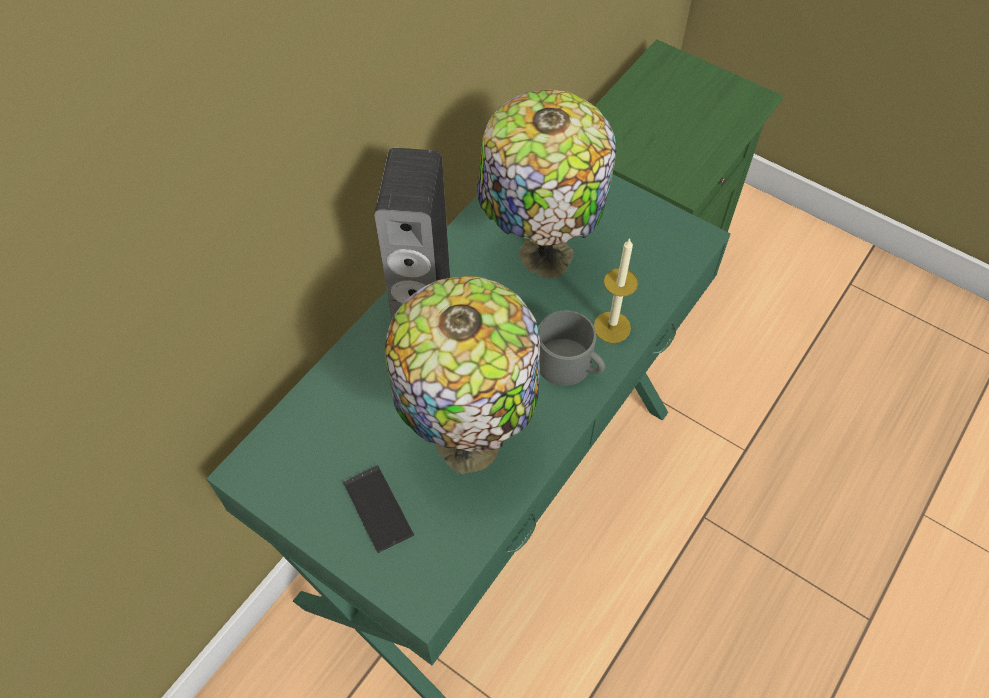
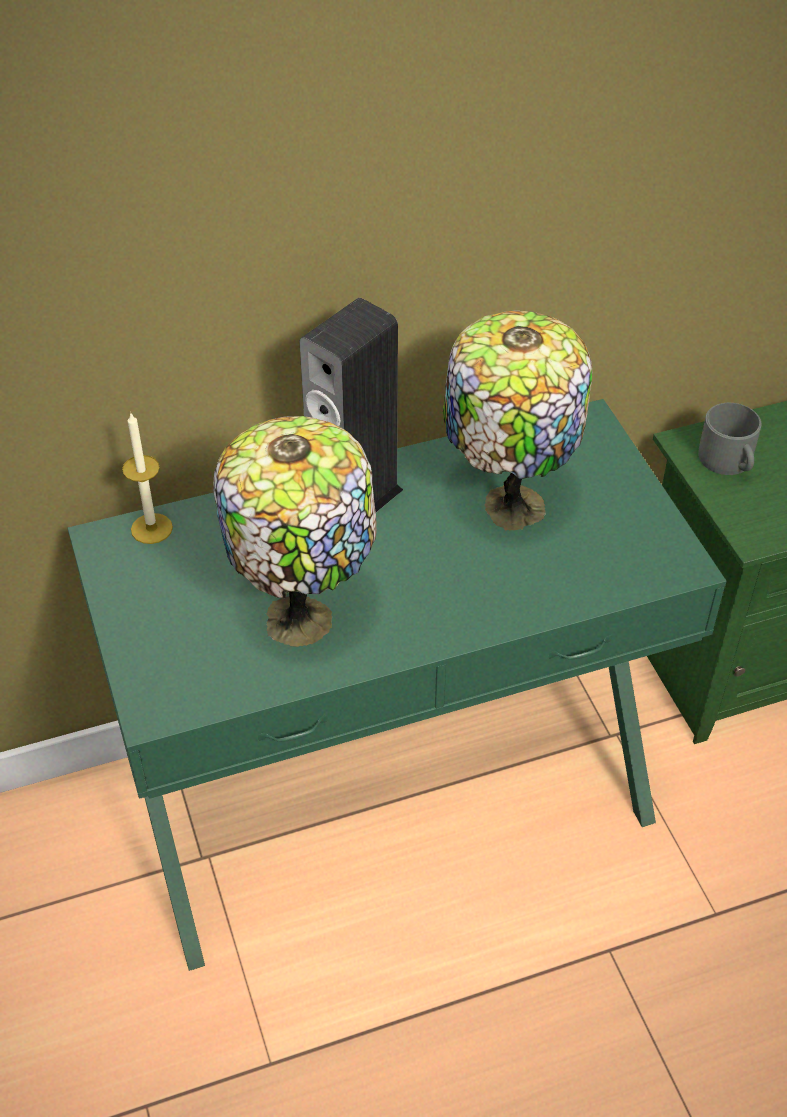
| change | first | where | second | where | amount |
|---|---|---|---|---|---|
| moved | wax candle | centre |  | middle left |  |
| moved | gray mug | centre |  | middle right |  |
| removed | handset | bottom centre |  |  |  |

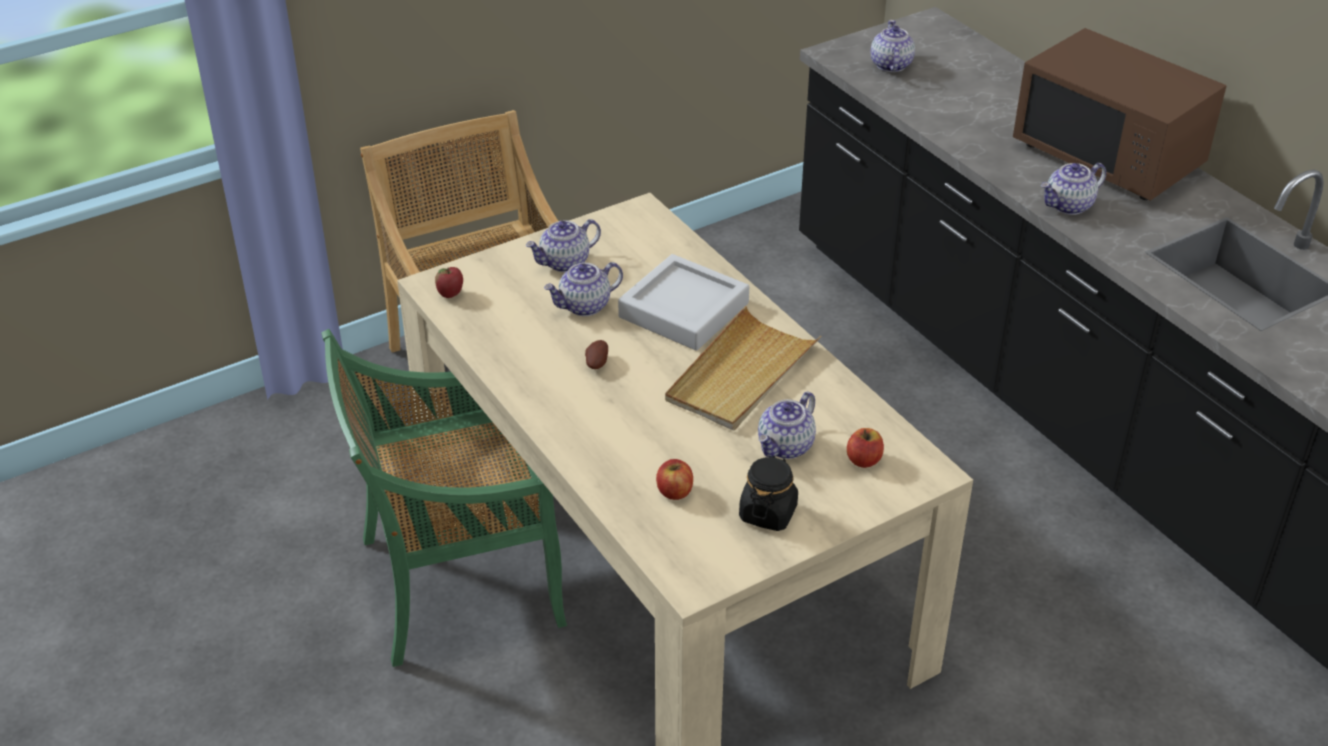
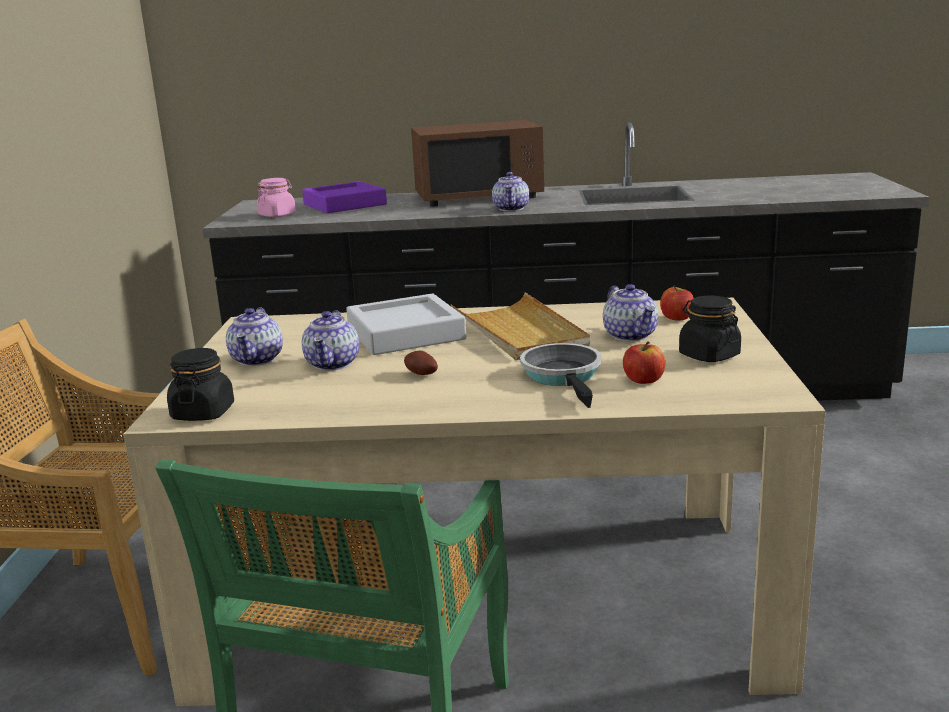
| change | first | where | second | where | amount |
|---|---|---|---|---|---|
| replaced | tea pot (4th from left) | top right | pinkish storage jar | top left |  |
| replaced | apple (1st from left) | centre | black-coloured storage jar (1st from left) | middle left |  |
| added |  |  | purple carrying tray | top centre |  |
| added |  |  | skillet | centre |  |

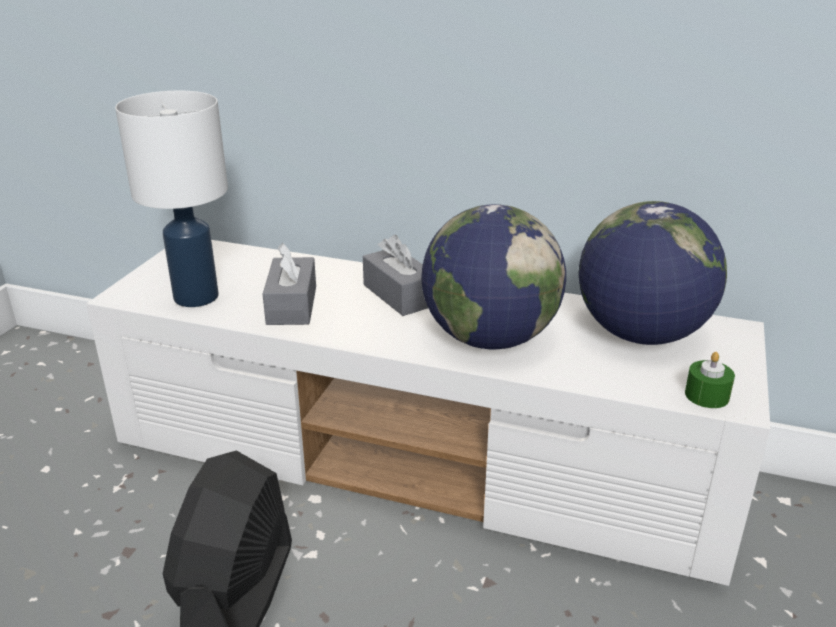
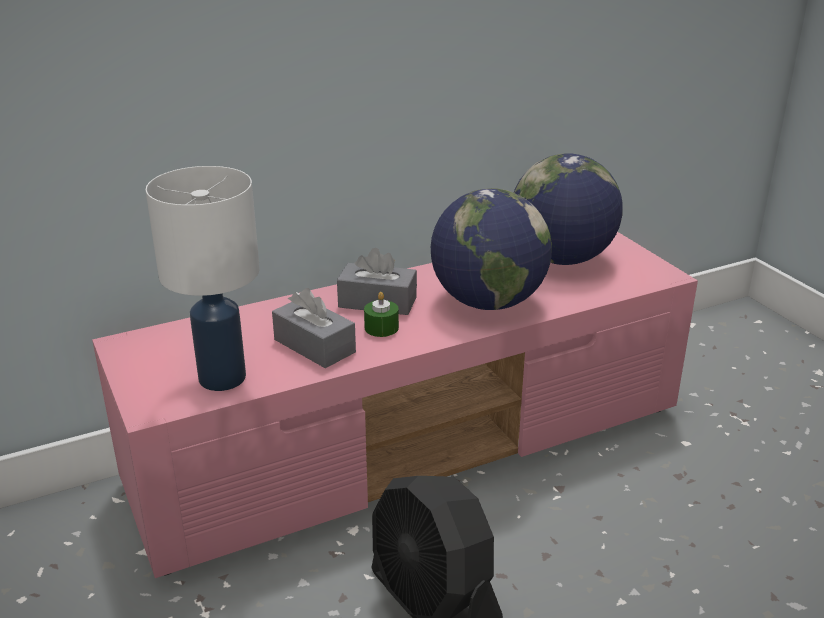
| change | first | where | second | where | amount |
|---|---|---|---|---|---|
| recoloured | whitish tv unit | centre | pinkish tv unit | centre |  |
| moved | greenish wax candle | middle right |  | centre |  |

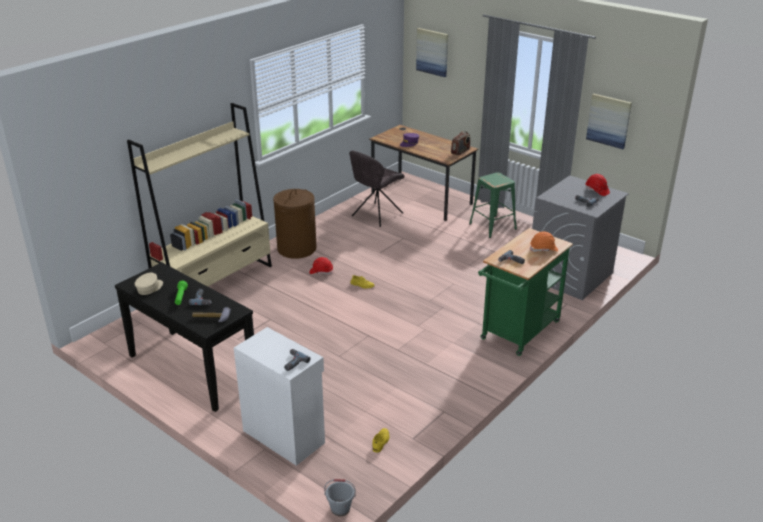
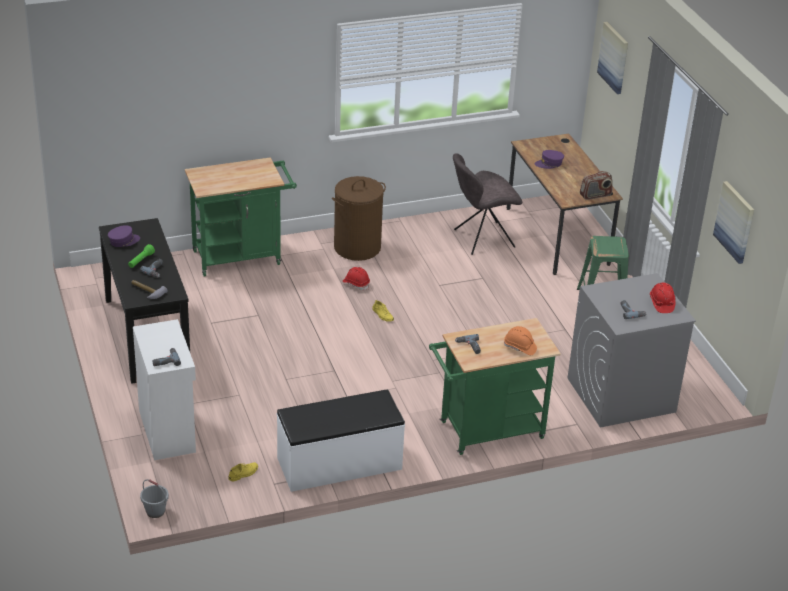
| change | first | where | second | where | amount |
|---|---|---|---|---|---|
| replaced | sand-coloured bookshelf | middle left | greenish wheeled cart (1st from left) | middle left |  |
| recoloured | sand-coloured baseball cap | middle left | purple baseball cap (1st from left) | middle left |  |
| added |  |  | whitish indoor bench | bottom centre |  |

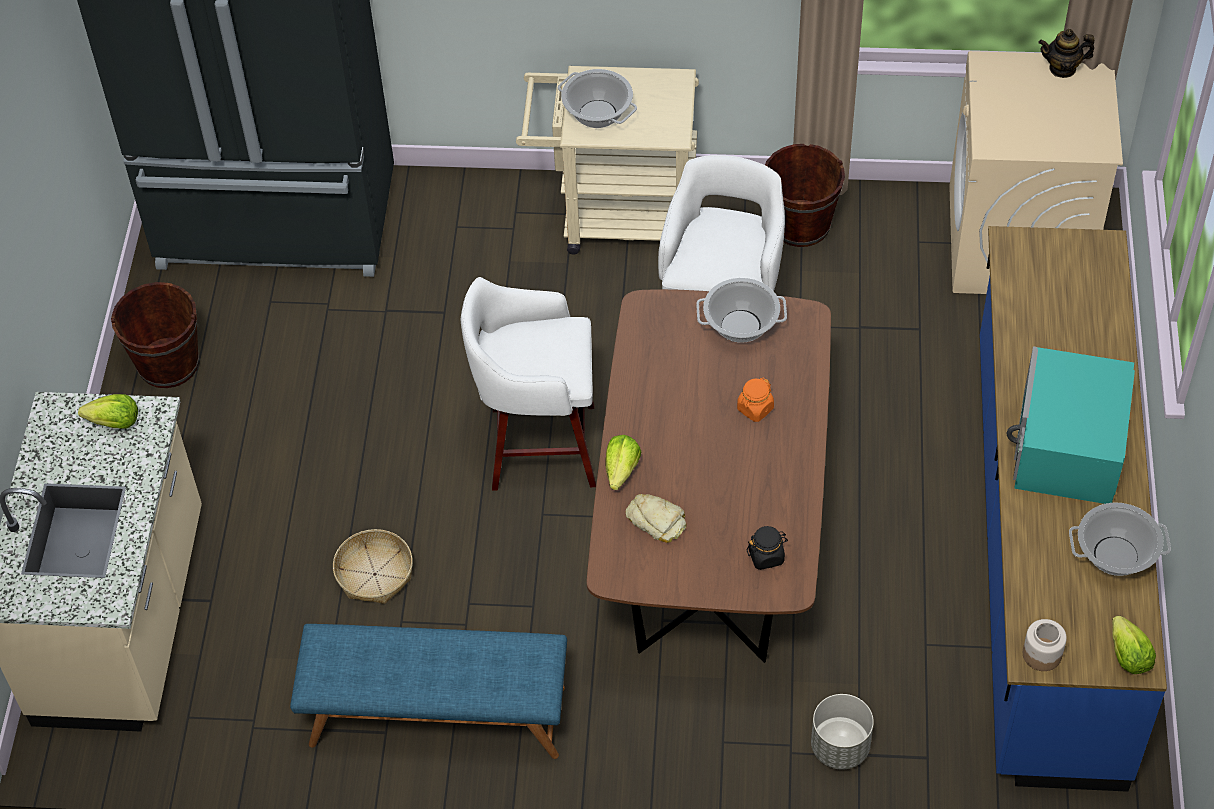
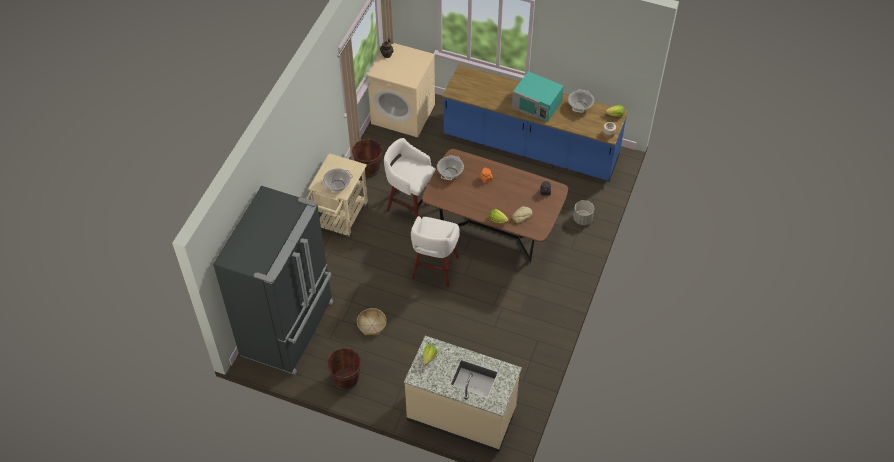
| change | first | where | second | where | amount |
|---|---|---|---|---|---|
| moved | storage basket | bottom left |  | bottom centre |  |
| removed | bluish indoor bench | bottom centre |  |  |  |

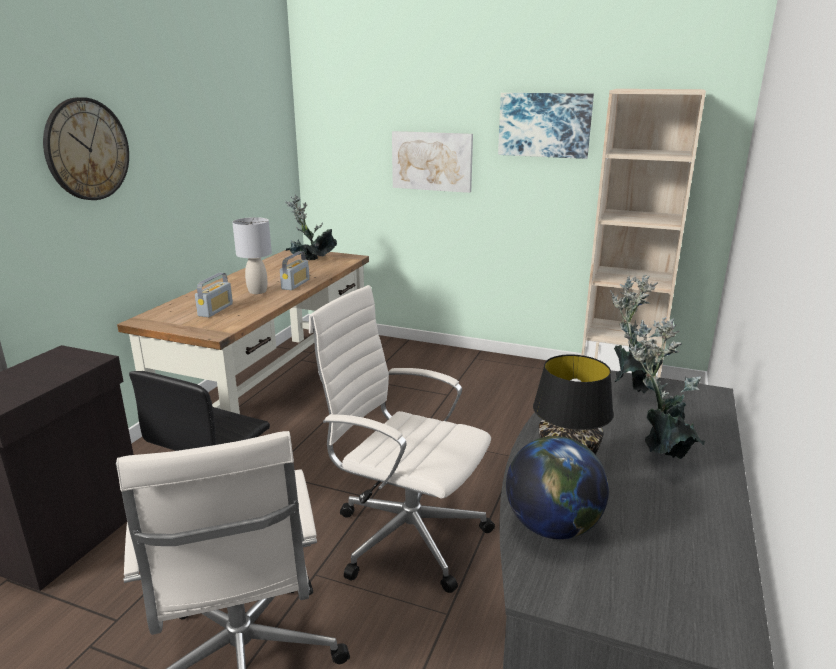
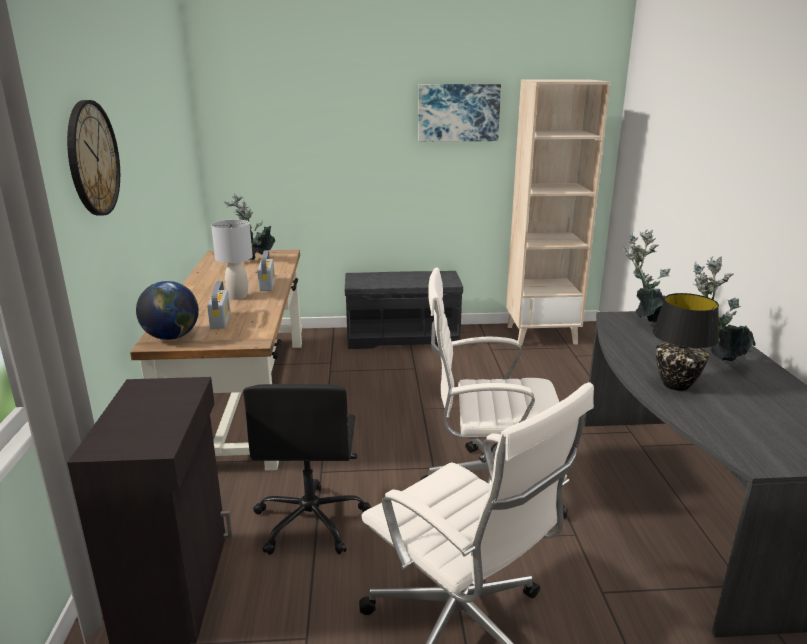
| change | first | where | second | where | amount |
|---|---|---|---|---|---|
| removed | wall art (1st from left) | top centre |  |  |  |
| moved | world globe | bottom centre |  | middle left |  |
| added |  |  | gray indoor bench | centre |  |

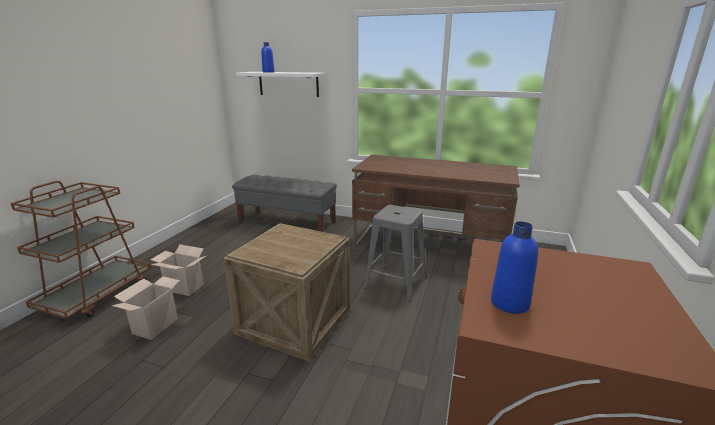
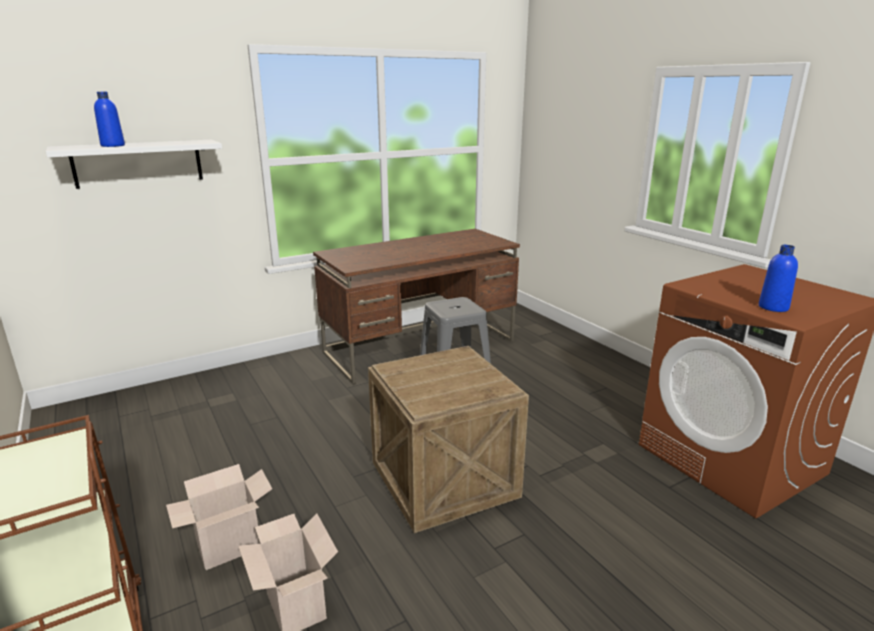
| change | first | where | second | where | amount |
|---|---|---|---|---|---|
| removed | gray indoor bench | centre |  |  |  |

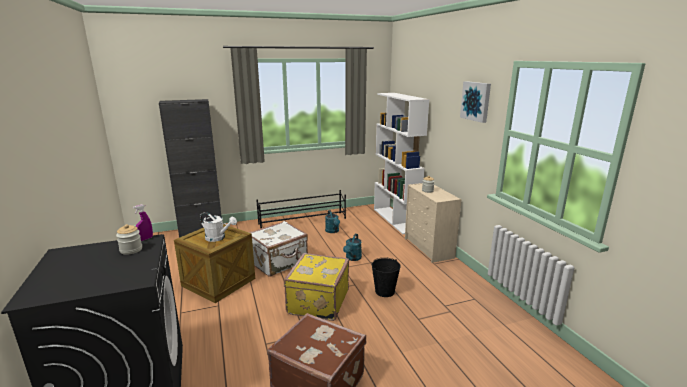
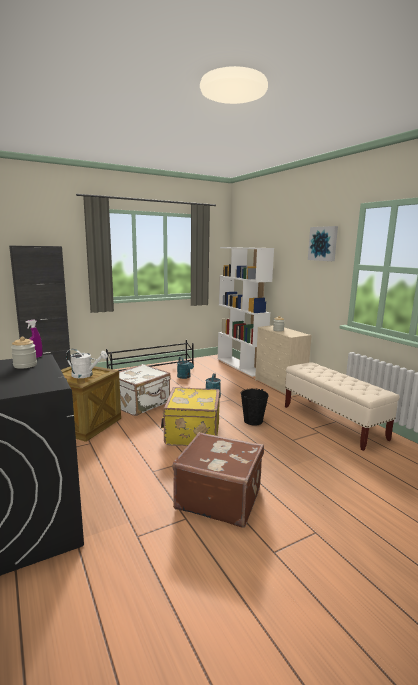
| change | first | where | second | where | amount |
|---|---|---|---|---|---|
| added |  |  | sand-coloured indoor bench | middle right |  |

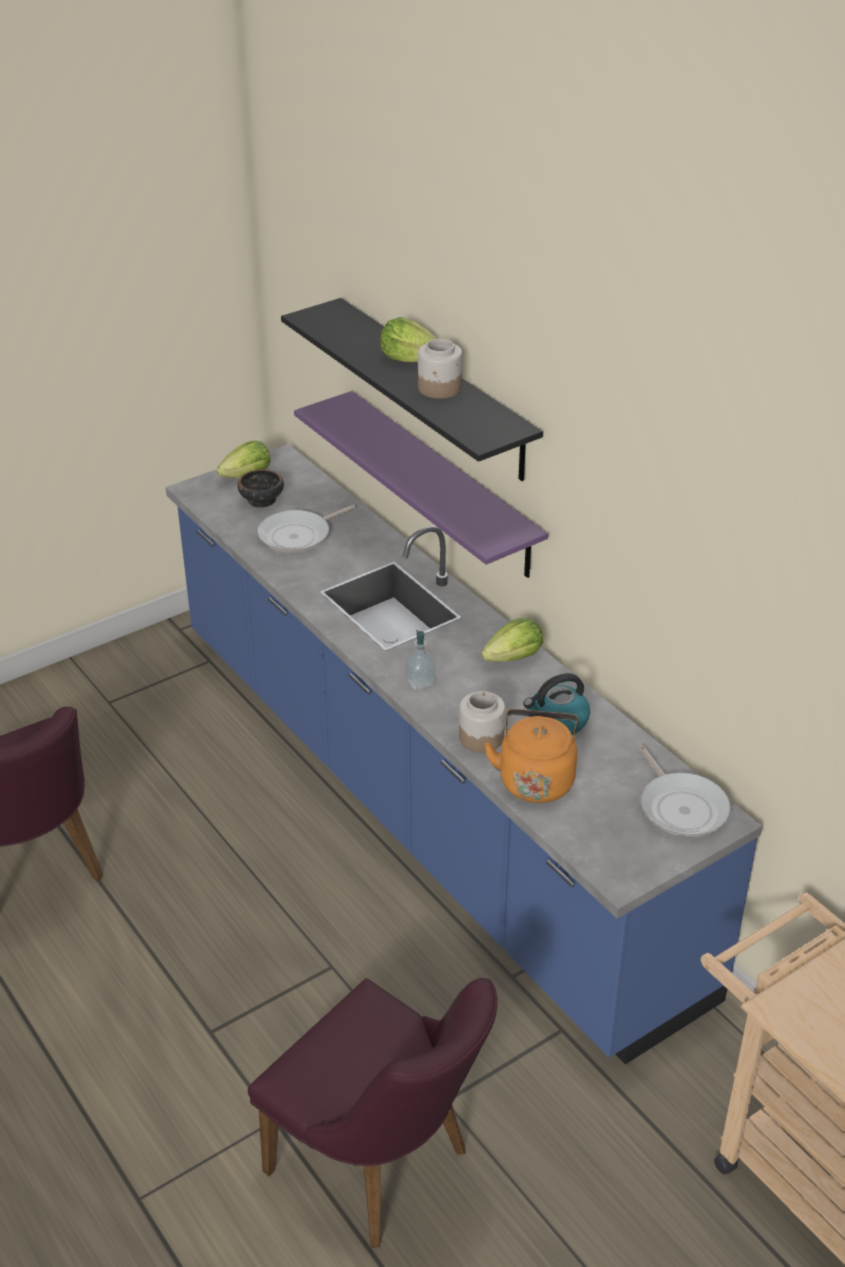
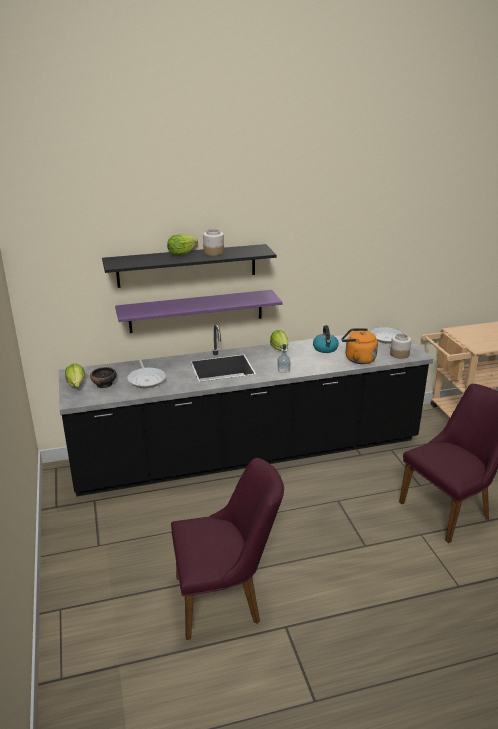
| change | first | where | second | where | amount |
|---|---|---|---|---|---|
| recoloured | bluish kitchen counter | centre | black-coloured kitchen counter | centre |  |
| moved | storage jar (2nd from left) | centre |  | middle right |  |

